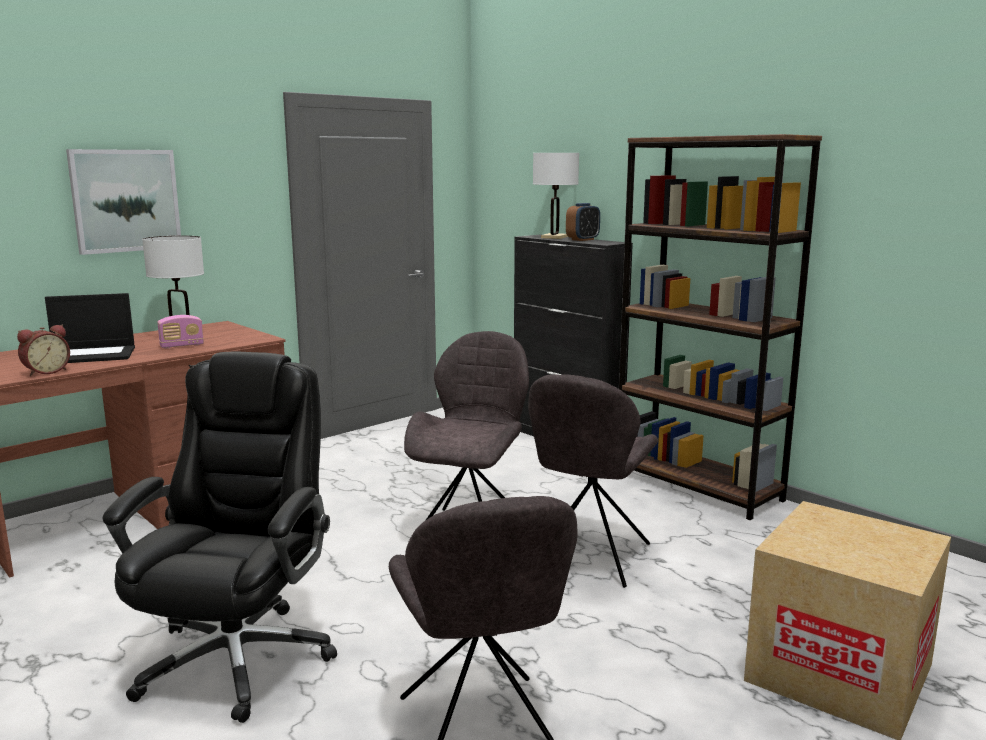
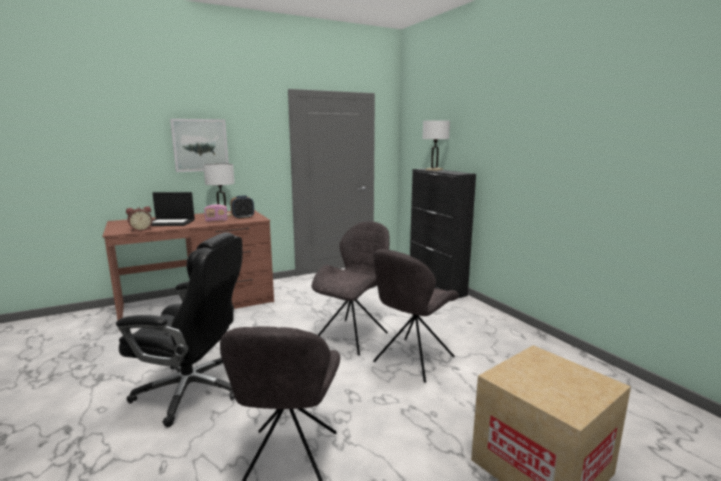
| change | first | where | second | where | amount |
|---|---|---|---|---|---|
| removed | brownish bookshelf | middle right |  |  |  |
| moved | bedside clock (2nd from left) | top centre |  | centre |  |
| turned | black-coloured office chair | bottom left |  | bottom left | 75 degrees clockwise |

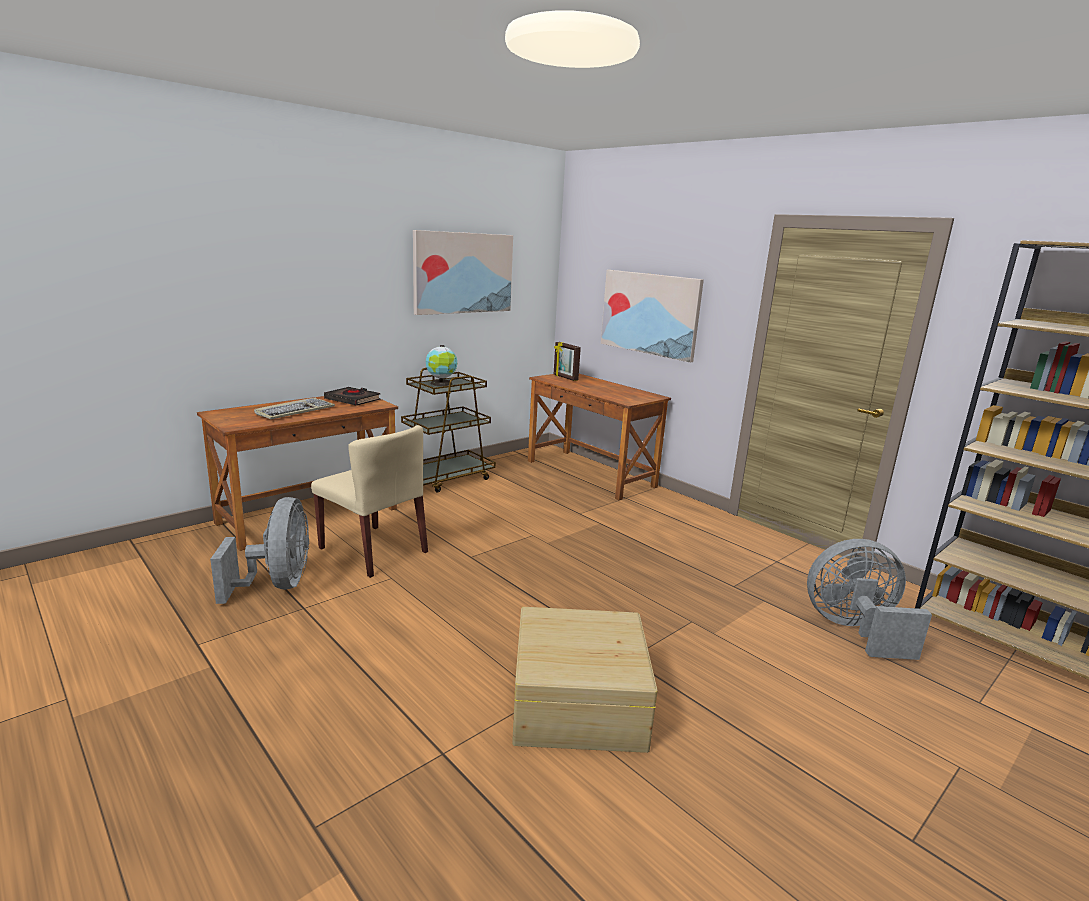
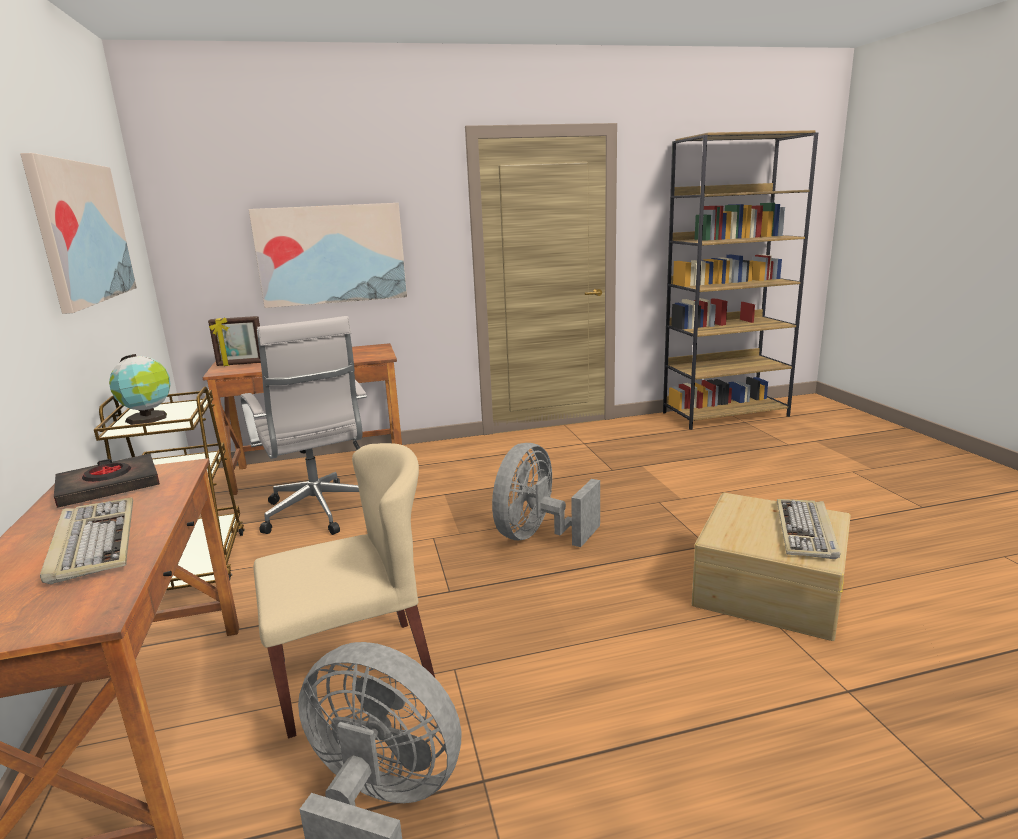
| change | first | where | second | where | amount |
|---|---|---|---|---|---|
| moved | gray electric fan (2nd from left) | middle right |  | centre |  |
| added |  |  | whitish office chair | middle left |  |
| added |  |  | computer keyboard (2nd from left) | middle right |  |

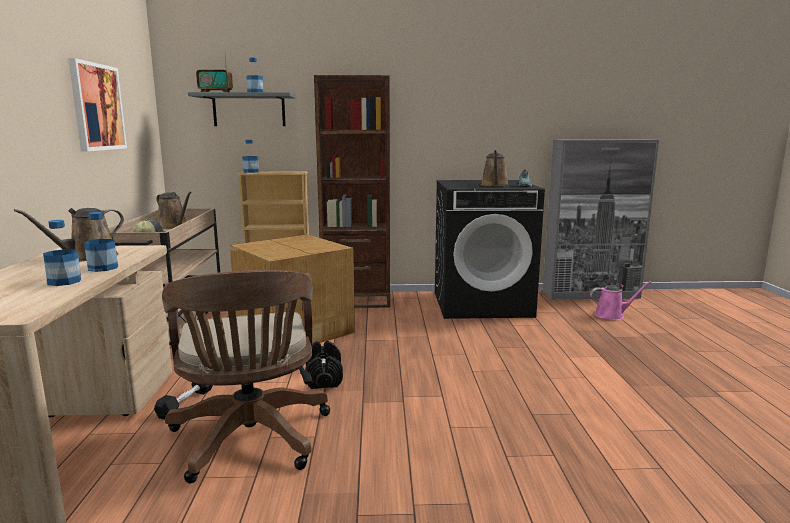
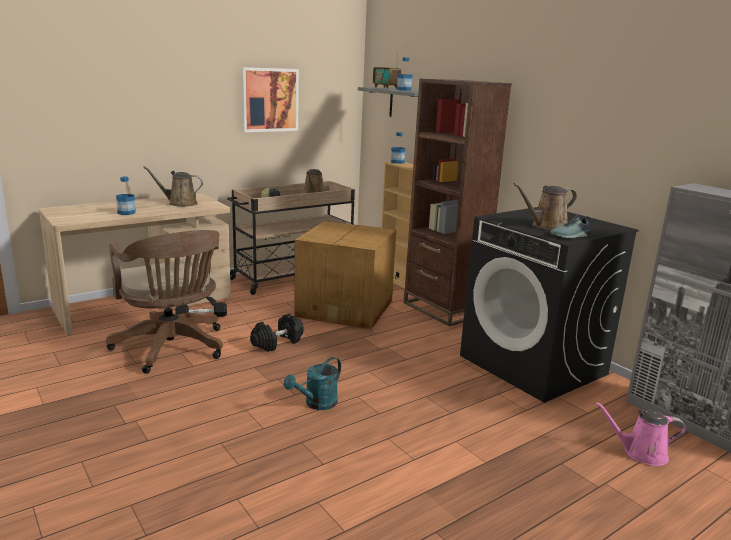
| change | first | where | second | where | amount |
|---|---|---|---|---|---|
| removed | beverage bottle (2nd from left) | middle left |  |  |  |
| turned | brownish office chair | bottom left |  | middle left | 75 degrees counterclockwise |
| turned | pinkish watering can | middle right |  | bottom right | 135 degrees clockwise |
| added |  |  | blue-green watering can | bottom centre |  |

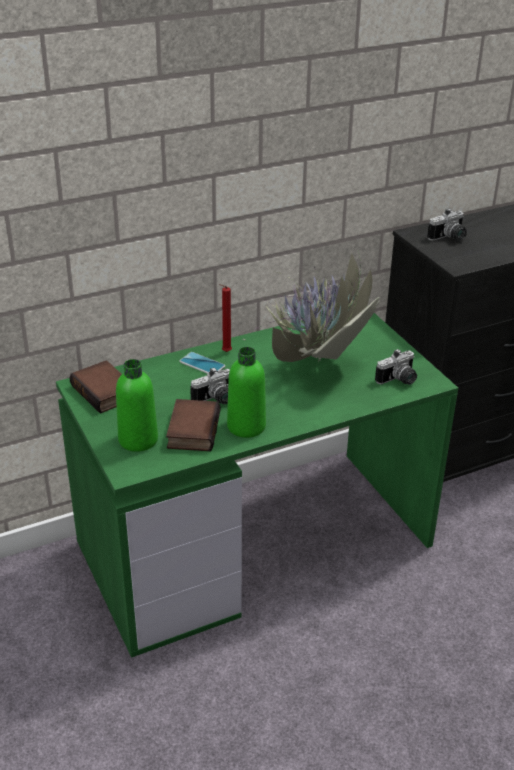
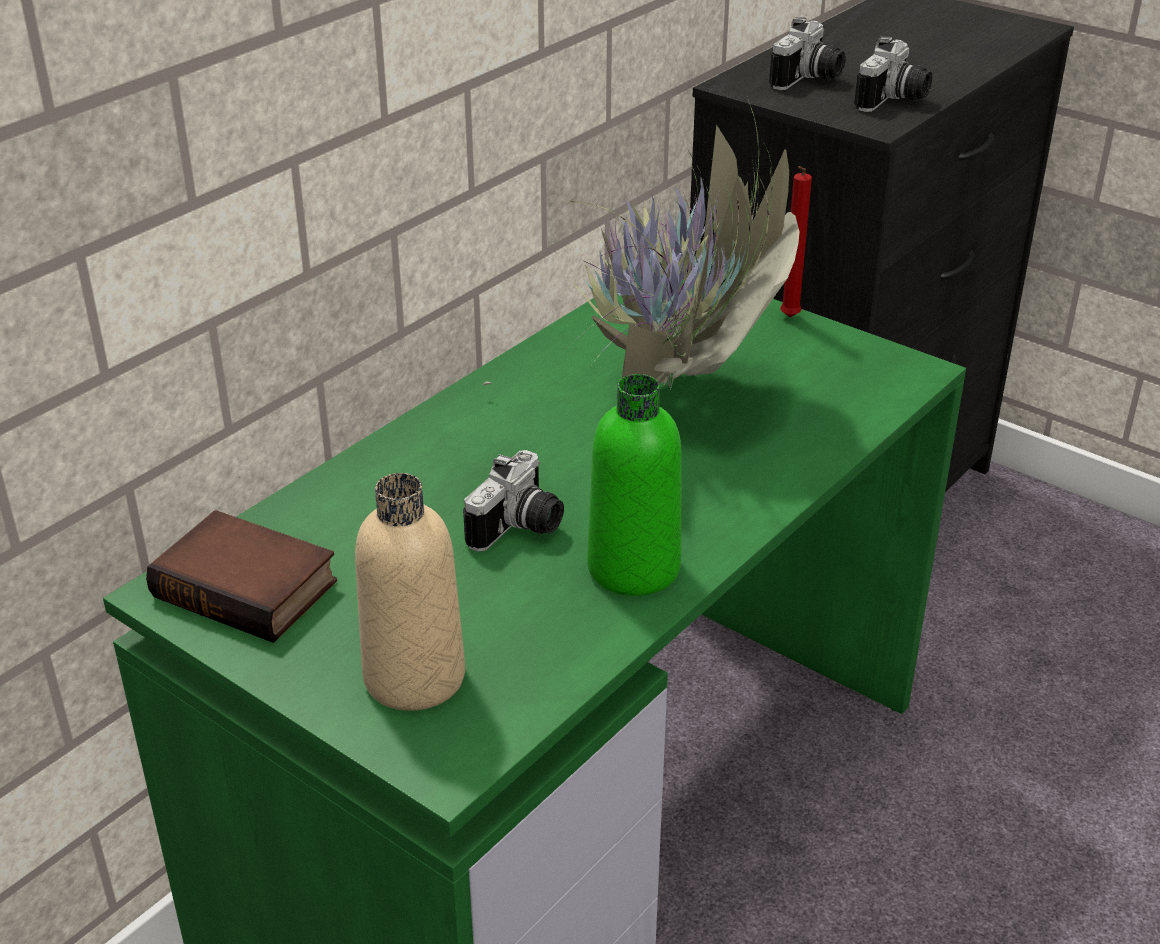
| change | first | where | second | where | amount |
|---|---|---|---|---|---|
| moved | red wax candle | centre |  | top right |  |
| moved | still camera (2nd from left in the first image) | middle right | still camera (3rd from left) | top right |  |
| removed | handset | centre |  |  |  |
| recoloured | greenish beverage bottle (1st from left) | middle left | sand-coloured beverage bottle | centre |  |
| removed | book (2nd from left) | centre |  |  |  |

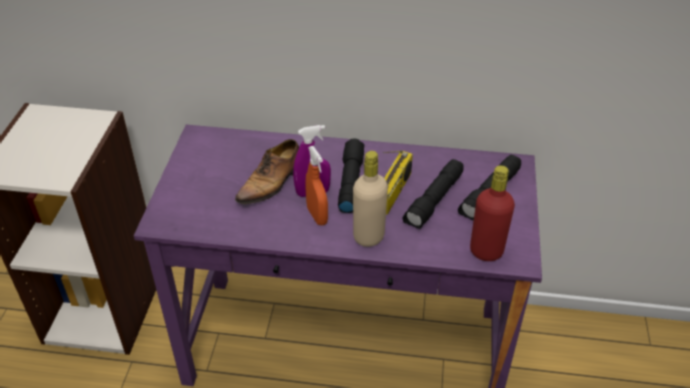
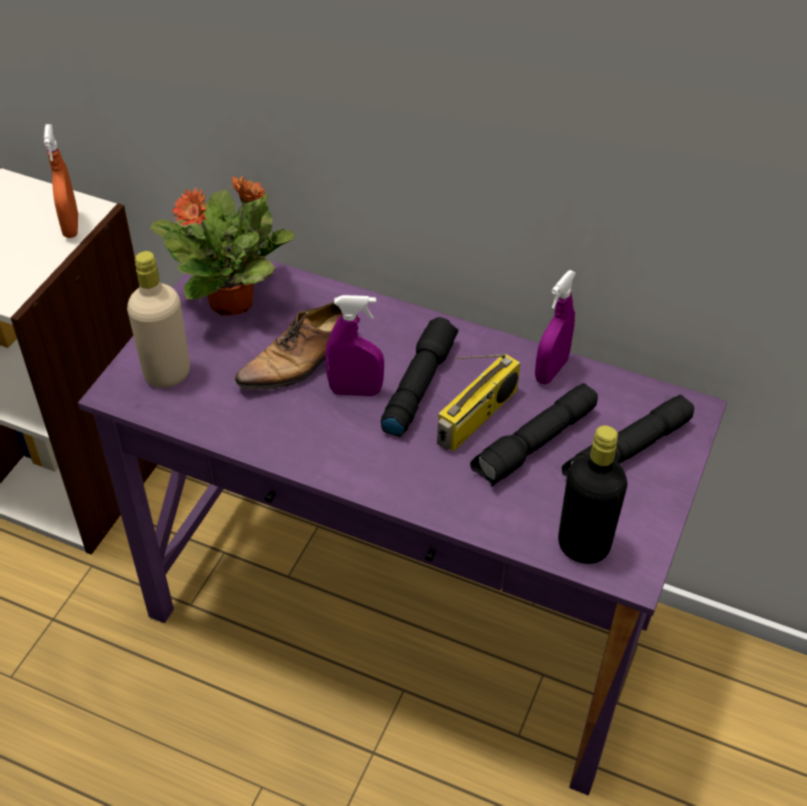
| change | first | where | second | where | amount |
|---|---|---|---|---|---|
| moved | orangey hand sprayer | centre |  | top left |  |
| moved | sand-coloured beverage bottle | centre |  | middle left |  |
| recoloured | red beverage bottle | middle right | black-coloured beverage bottle | middle right |  |
| added |  |  | houseplant | top left |  |
| added |  |  | purple hand sprayer (2nd from left) | middle right |  |

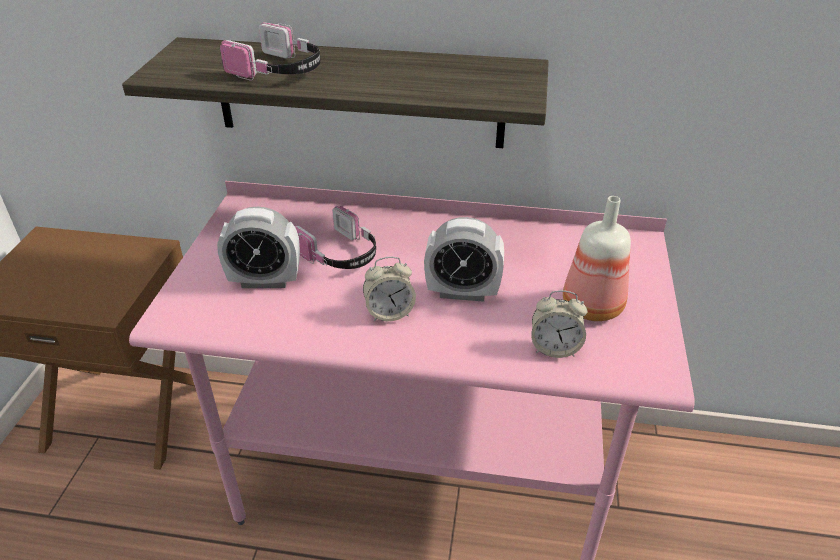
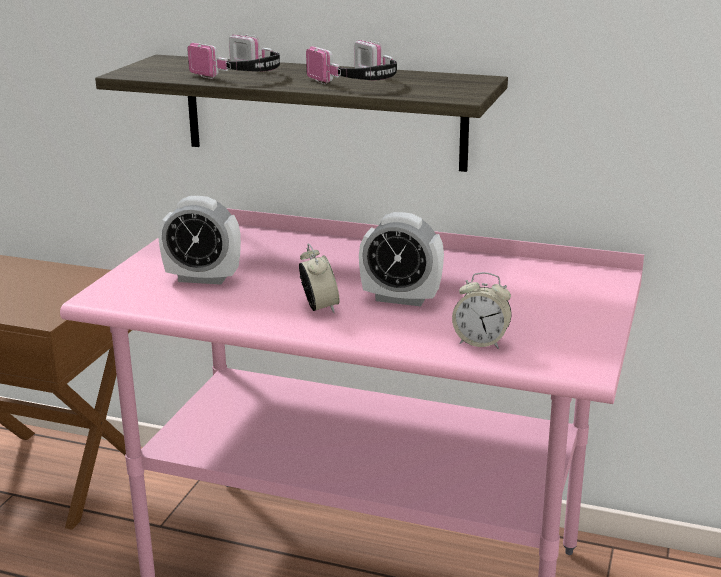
| change | first | where | second | where | amount |
|---|---|---|---|---|---|
| removed | beverage bottle | middle right |  |  |  |
| moved | headset (2nd from left) | centre |  | top centre |  |
| turned | bedside clock (2nd from left) | centre |  | centre | 105 degrees counterclockwise |

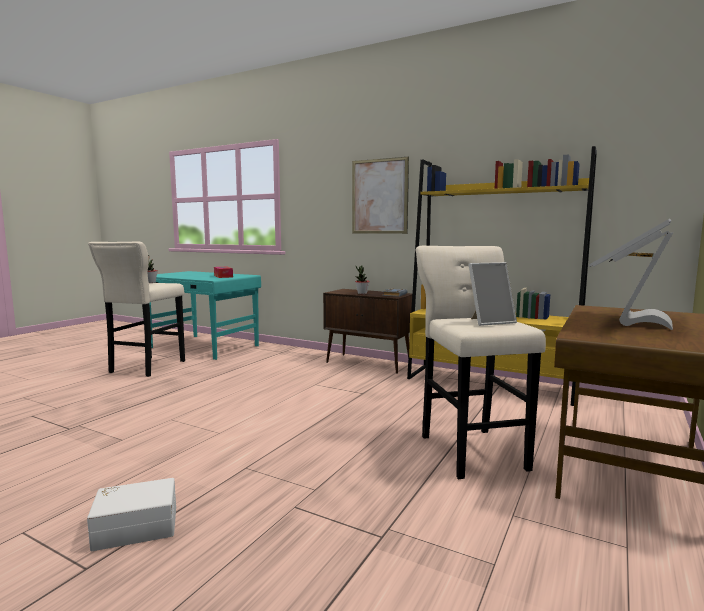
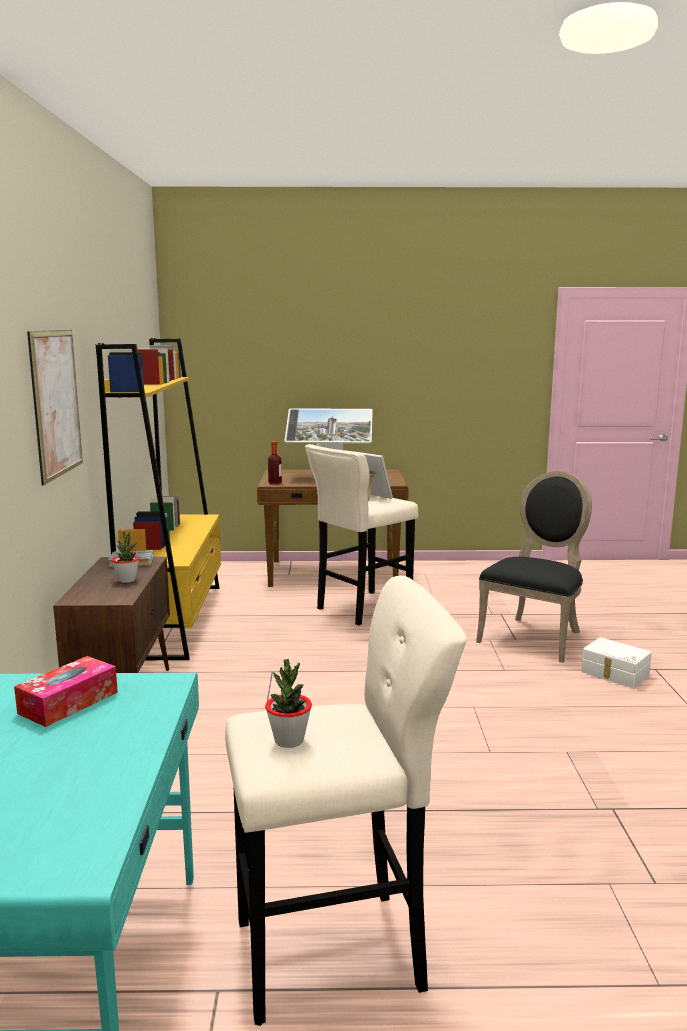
| change | first | where | second | where | amount |
|---|---|---|---|---|---|
| added |  |  | beverage bottle | centre |  |
| added |  |  | black-coloured upright chair | middle right |  |

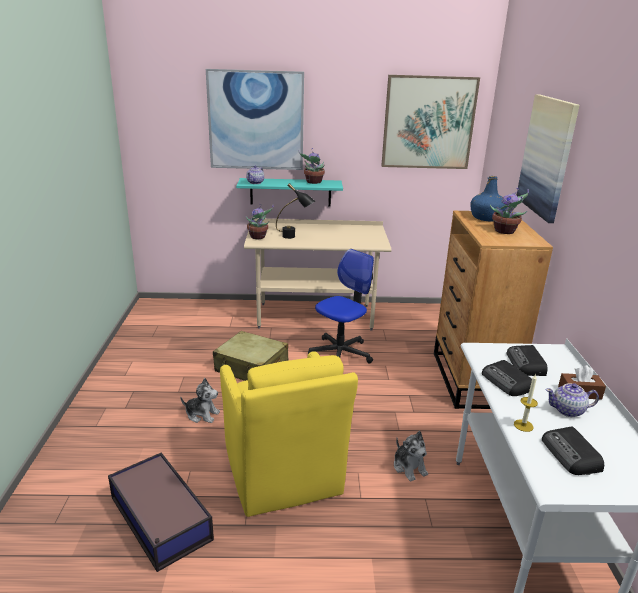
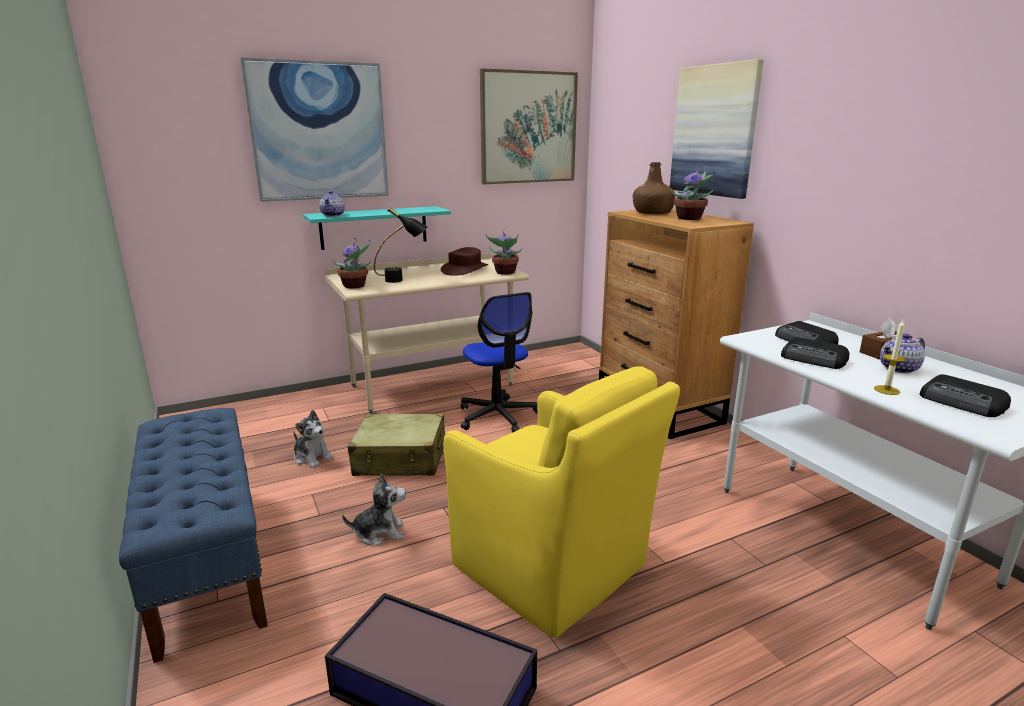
| change | first | where | second | where | amount |
|---|---|---|---|---|---|
| moved | houseplant (2nd from left) | top centre |  | centre |  |
| recoloured | bluish beverage bottle | middle right | brownish beverage bottle | top centre |  |
| turned | office chair | centre |  | centre | 135 degrees clockwise |
| moved | plush toy (2nd from left in the first image) | bottom centre | plush toy (1st from left) | middle left |  |
| added |  |  | brownish wearable hat | centre |  |
| added |  |  | bluish indoor bench | bottom left |  |

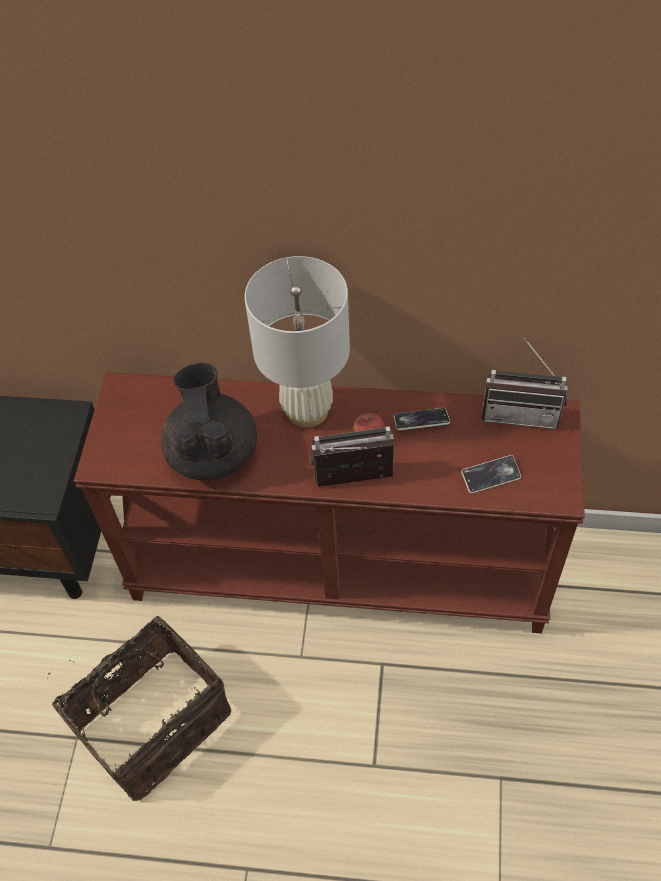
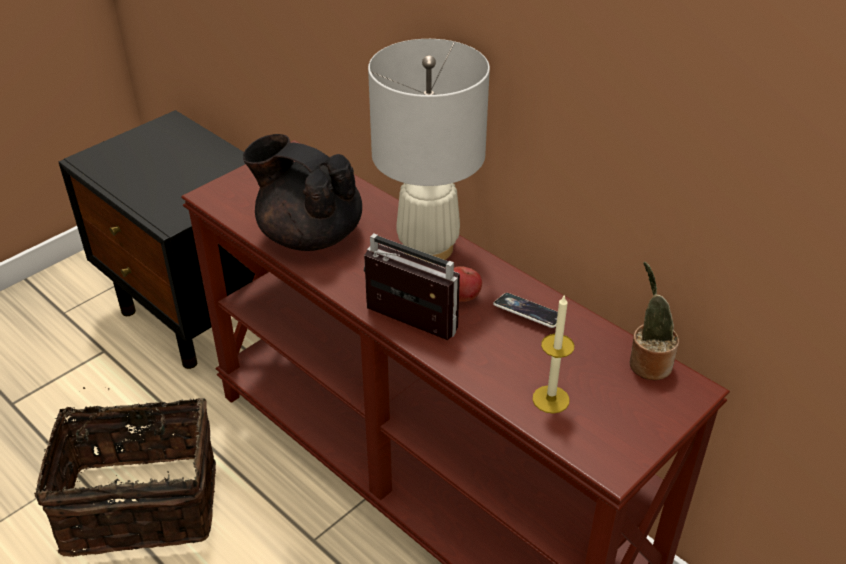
| change | first | where | second | where | amount |
|---|---|---|---|---|---|
| replaced | radio (2nd from left) | middle right | houseplant | middle right |  |
| turned | black-coloured tea pot | middle left |  | centre | 90 degrees counterclockwise |
| replaced | handset (2nd from left) | middle right | wax candle | centre |  |

